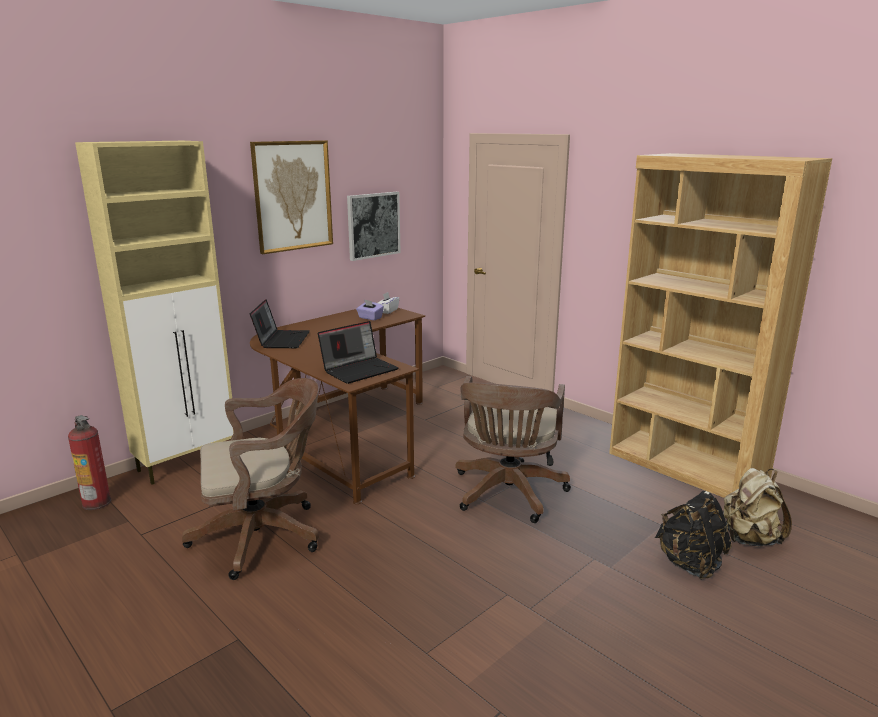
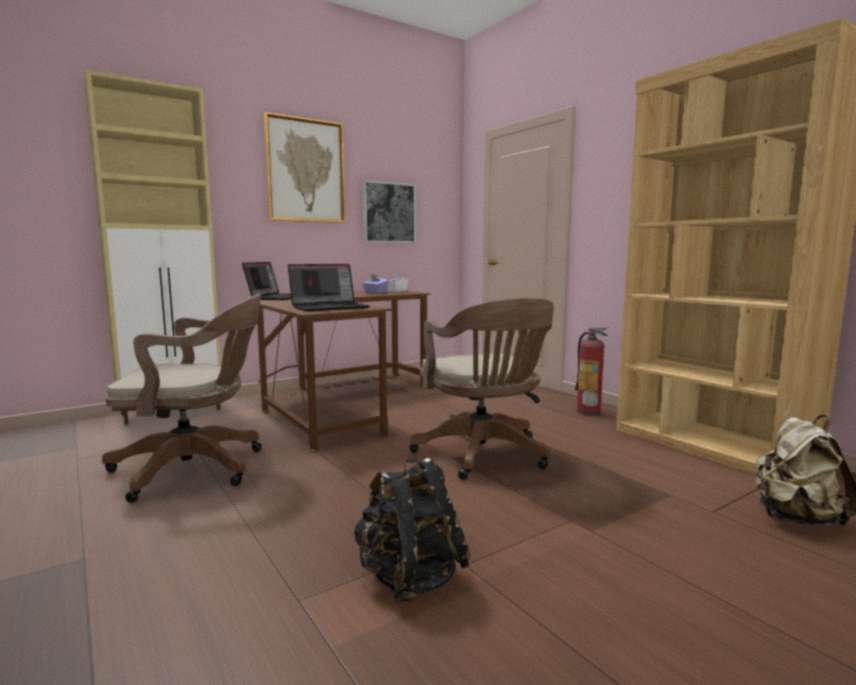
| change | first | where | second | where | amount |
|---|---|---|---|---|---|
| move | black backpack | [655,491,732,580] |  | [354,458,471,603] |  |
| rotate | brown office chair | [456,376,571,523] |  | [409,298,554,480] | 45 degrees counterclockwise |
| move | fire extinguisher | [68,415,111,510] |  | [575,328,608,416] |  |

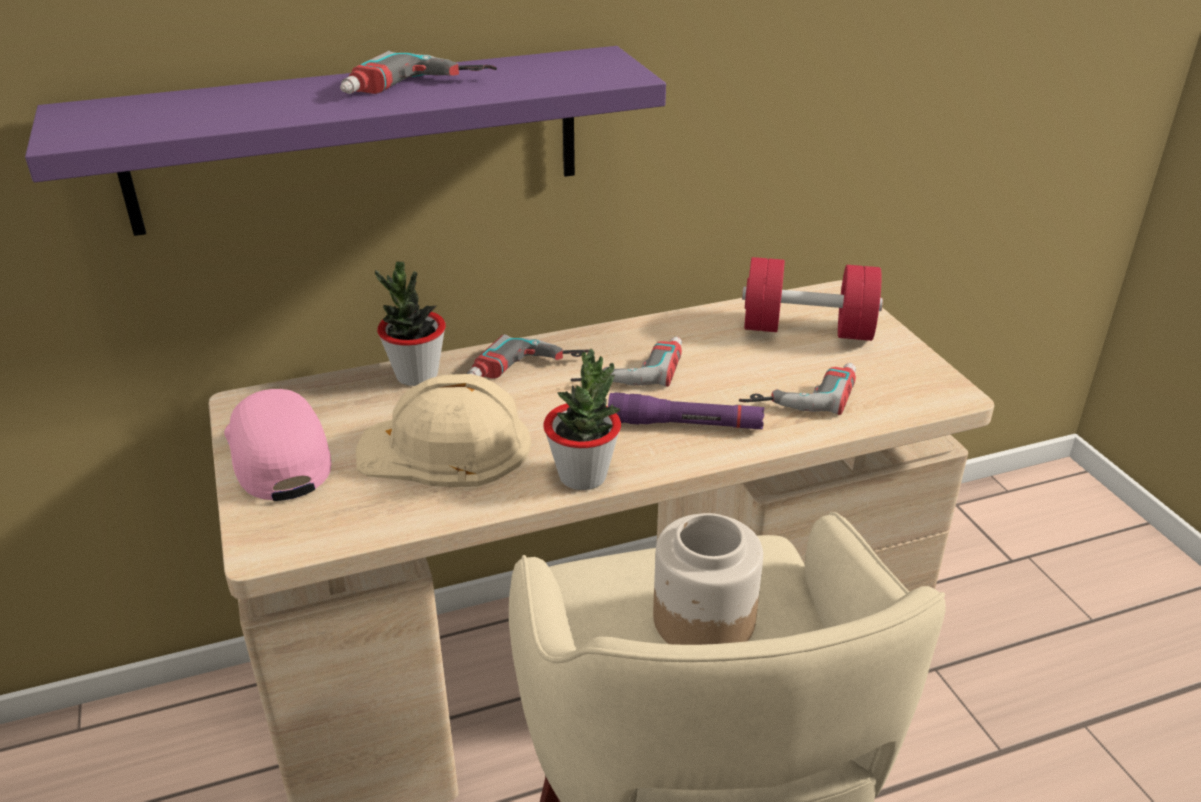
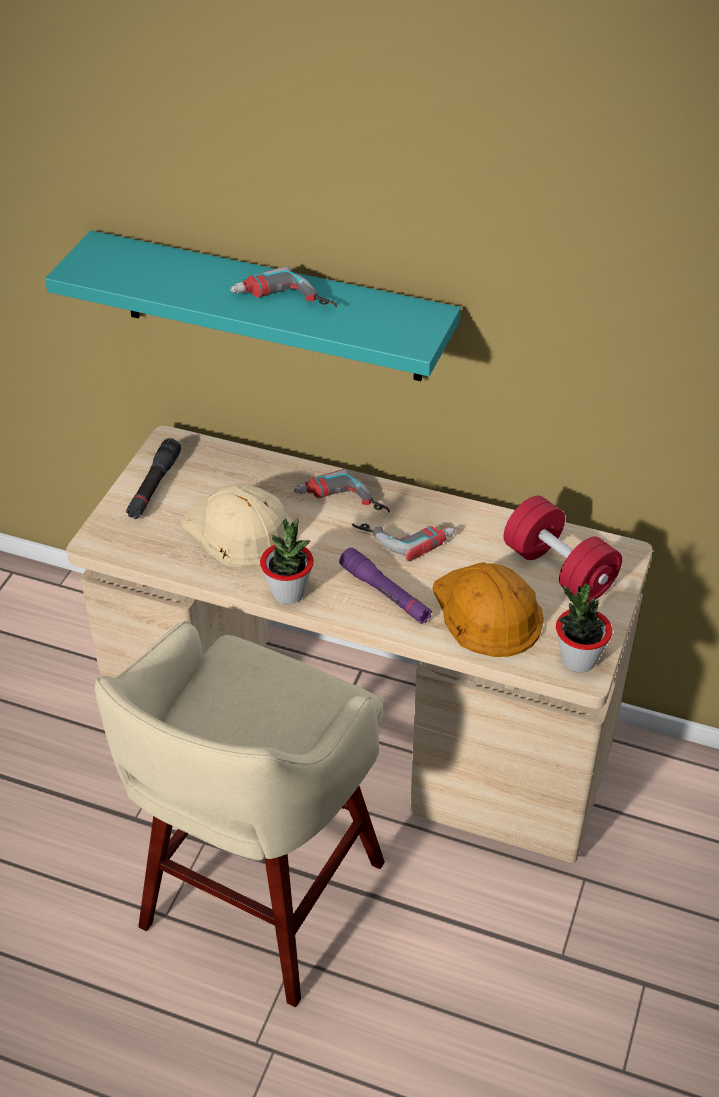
| change | first | where | second | where | amount |
|---|---|---|---|---|---|
| recolor | purple shelf | [25,46,666,236] | turquoise shelf | [45,230,461,381] |  |
| replace | pink cap | [224,389,331,501] | black flashlight | [126,438,181,519] |  |
| replace | power drill | [739,363,856,415] | orange hard hat | [432,562,544,657] |  |
| move | potted plant | [375,262,446,386] |  | [556,584,612,672] |  |
| delete | jar | [653,513,763,645] |  |  |  |

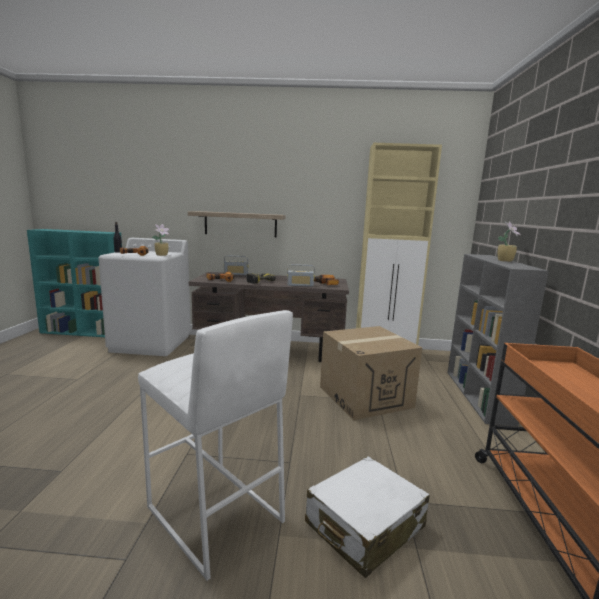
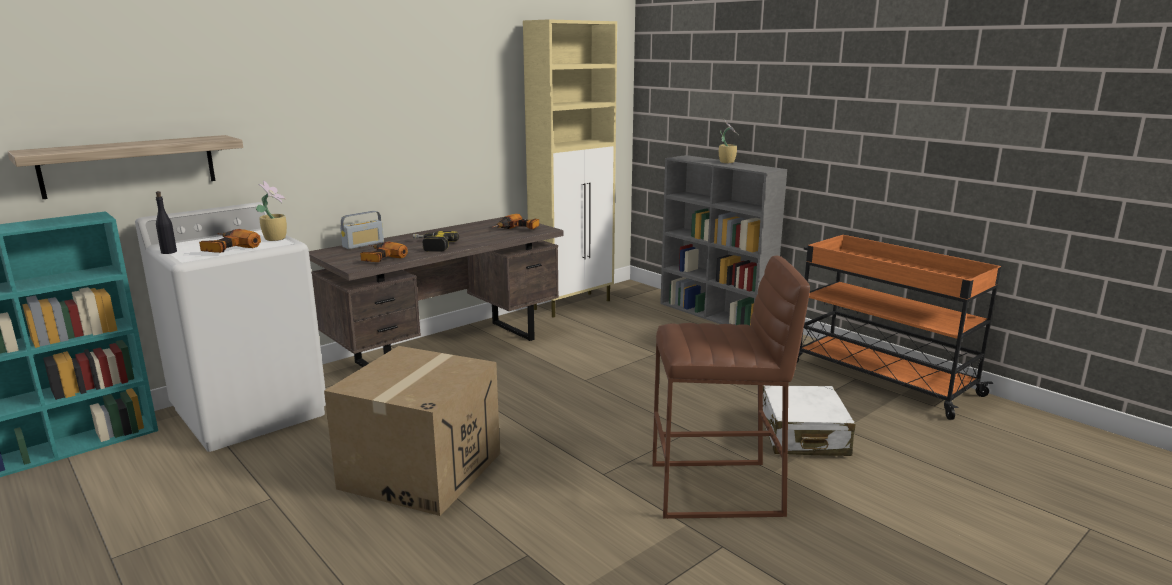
| change | first | where | second | where | amount |
|---|---|---|---|---|---|
| move | shelf | [188,211,285,237] |  | [7,135,243,199] |  |
| move | cardboard box | [320,326,422,420] |  | [324,346,500,516] |  |
| recolor | white stool | [138,310,293,581] | brown stool | [652,256,810,519] |  |
| delete | radio | [287,264,315,287] |  |  |  |

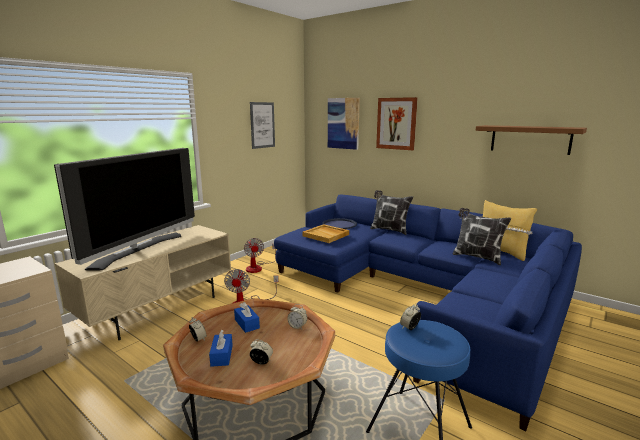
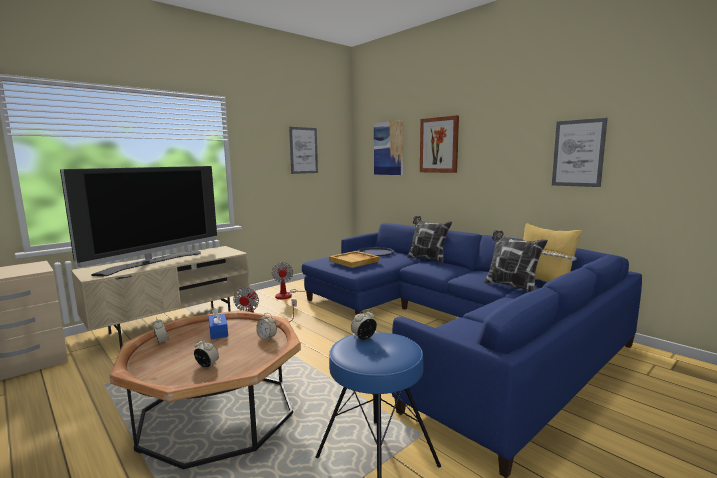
| change | first | where | second | where | amount |
|---|---|---|---|---|---|
| replace | brown shelf | [475,125,587,155] | picture | [552,118,608,187] |  |
| delete | blue tissue box | [209,330,233,367] |  |  |  |

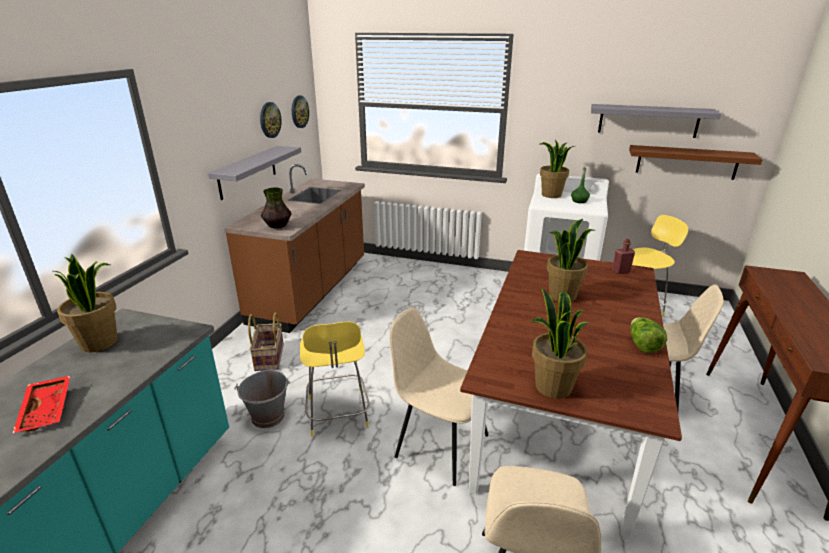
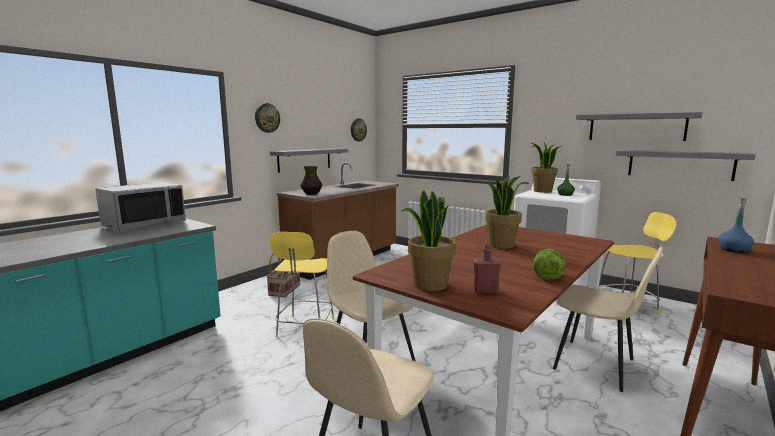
| change | first | where | second | where | amount |
|---|---|---|---|---|---|
| replace | potted plant | [54,254,118,352] | grey microwave | [95,182,186,232] |  |
| move | wall clock | [260,102,281,138] |  | [255,103,280,133] |  |
| move | red bottle | [612,239,635,274] |  | [474,243,501,294] |  |
| recolor | brown shelf | [629,145,763,180] | grey shelf | [616,150,756,181] |  |
| insert |  |  | blue bottle | [718,198,754,253] |  |
| delete | red tray | [13,376,70,433] |  |  |  |
| delete | grey bucket | [234,369,290,428] |  |  |  |

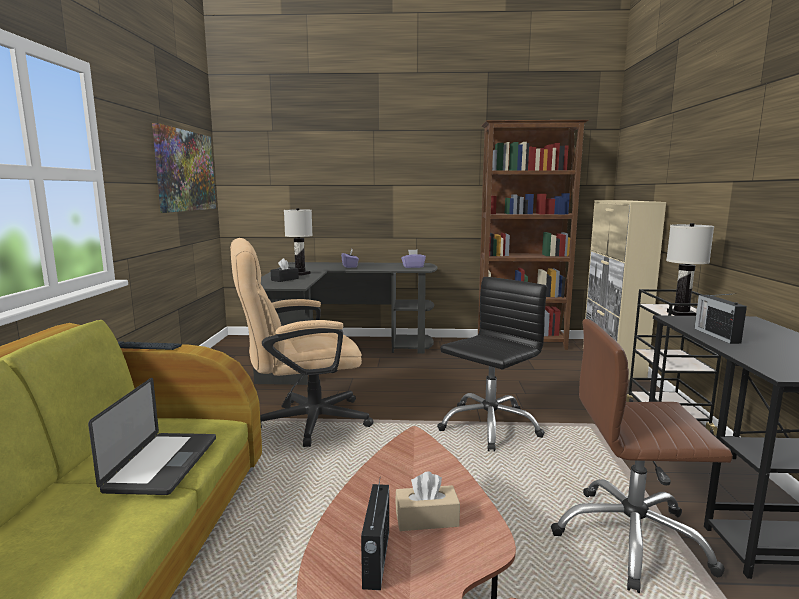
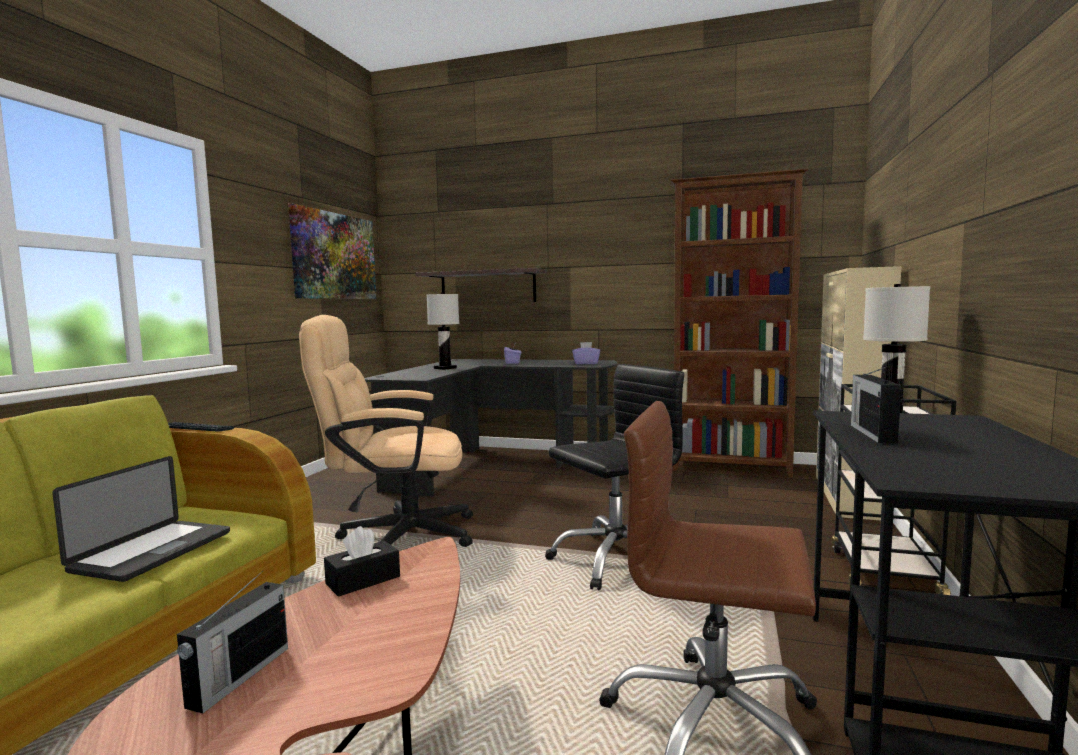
| change | first | where | second | where | amount |
|---|---|---|---|---|---|
| move | black tissue box | [271,258,299,282] |  | [324,526,400,597] |  |
| insert |  |  | shelf | [415,268,547,302] |  |
| delete | beige tissue box | [395,471,460,531] |  |  |  |

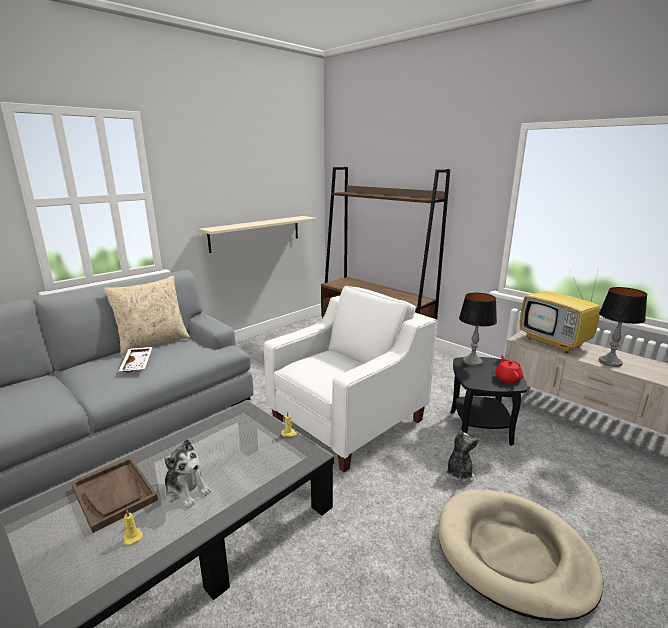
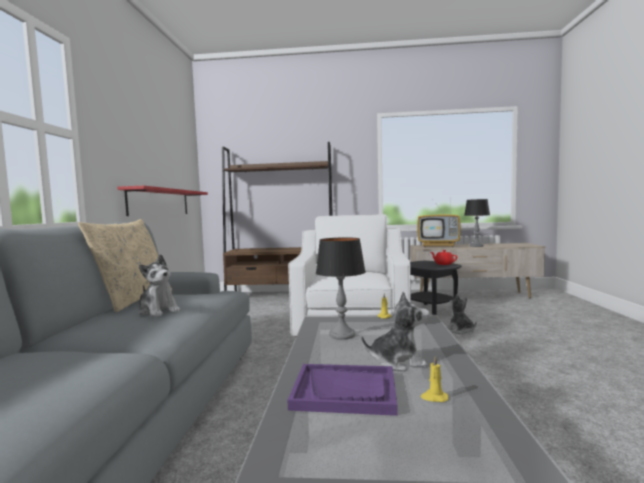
| change | first | where | second | where | amount |
|---|---|---|---|---|---|
| recolor | beige shelf | [198,216,316,253] | red shelf | [117,186,208,216] |  |
| replace | white tray | [119,347,152,373] | plush toy | [138,254,180,317] |  |
| recolor | brown tray | [71,457,158,533] | purple tray | [287,364,398,416] |  |
| move | table lamp | [459,293,497,366] |  | [316,237,366,340] |  |
| delete | beige dog bed | [438,489,604,621] |  |  |  |

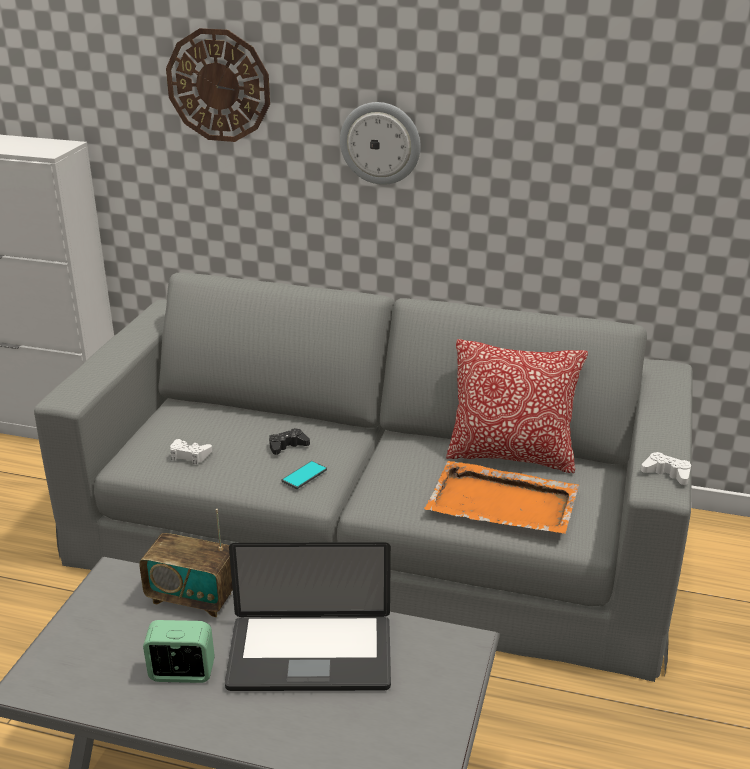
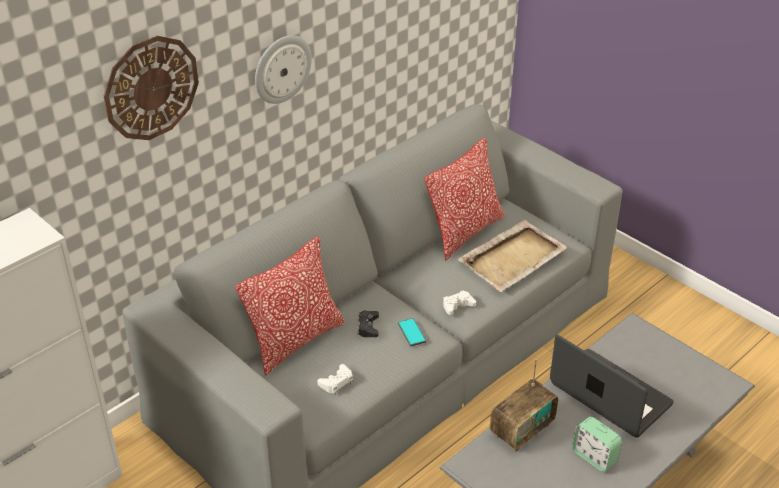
| change | first | where | second | where | amount |
|---|---|---|---|---|---|
| insert |  |  | pillow | [235,236,345,376] |  |
| move | white game controller | [641,452,691,485] |  | [443,290,476,315] |  |
| recolor | orange tray | [424,461,579,534] | beige tray | [458,220,568,292] |  |
| rotate | laptop | [225,542,391,691] |  | [550,335,673,438] | 75 degrees counterclockwise |
| rotate | alarm clock | [143,620,215,683] |  | [572,417,622,472] | 75 degrees counterclockwise |

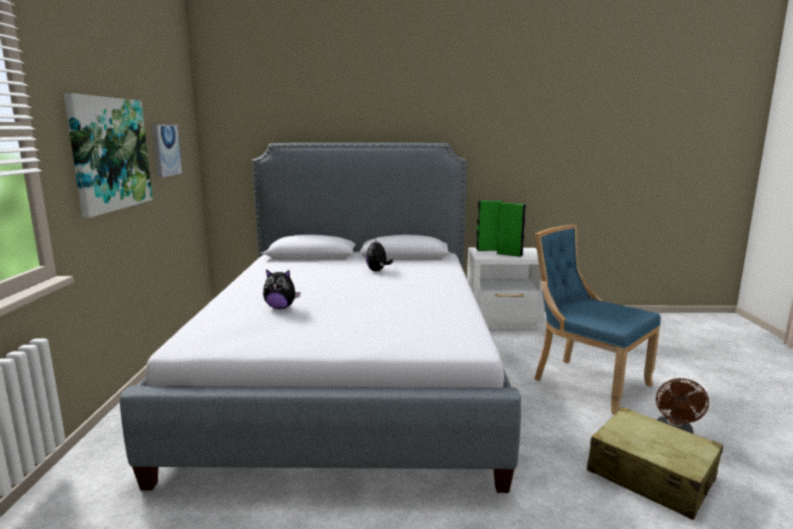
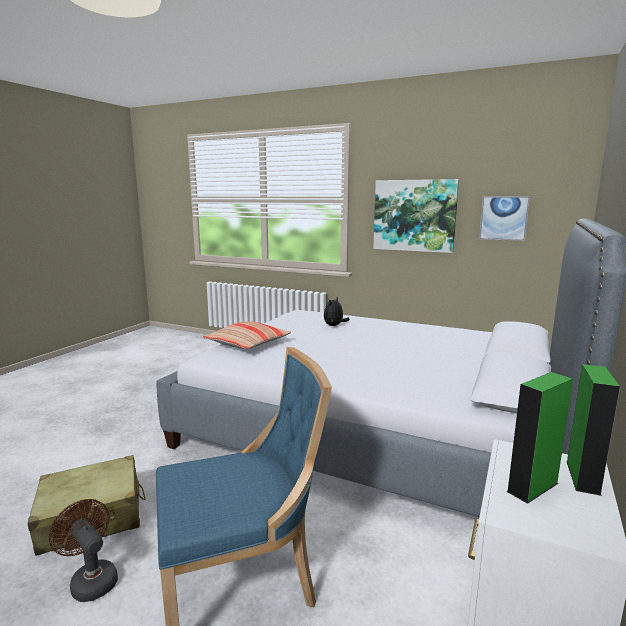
| change | first | where | second | where | amount |
|---|---|---|---|---|---|
| insert |  |  | pillow | [203,321,291,349] |  |
| delete | plush toy | [366,238,393,271] |  |  |  |

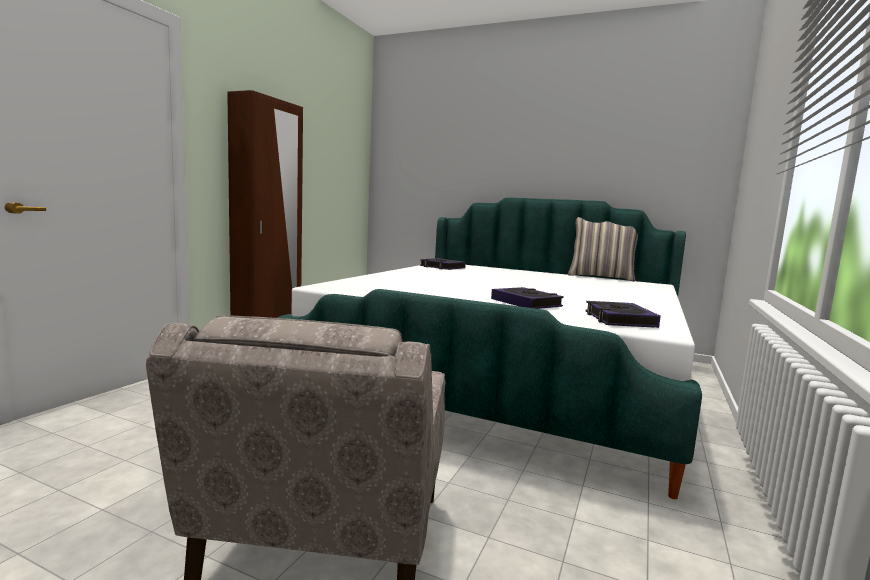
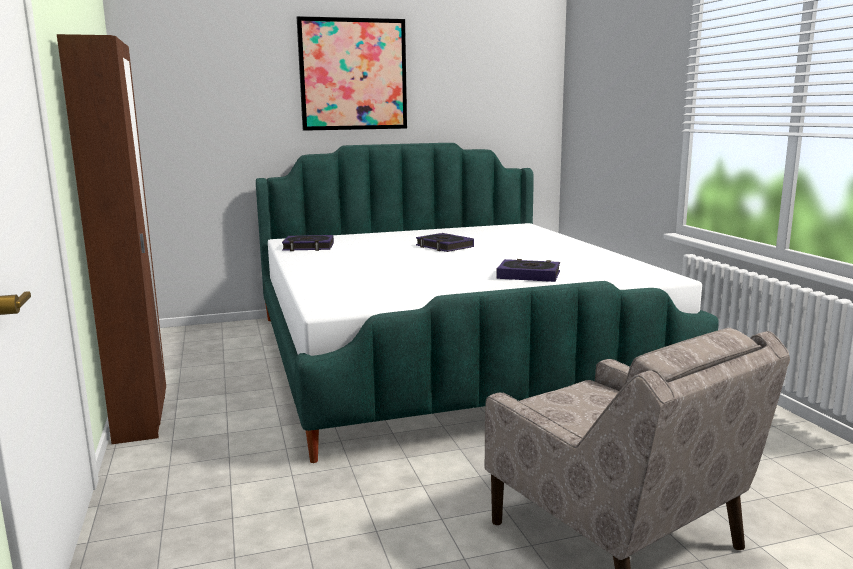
| change | first | where | second | where | amount |
|---|---|---|---|---|---|
| insert |  |  | picture | [297,16,407,131] |  |
| move | book | [585,301,661,328] |  | [416,233,474,252] |  |
| delete | pillow | [568,217,638,281] |  |  |  |

